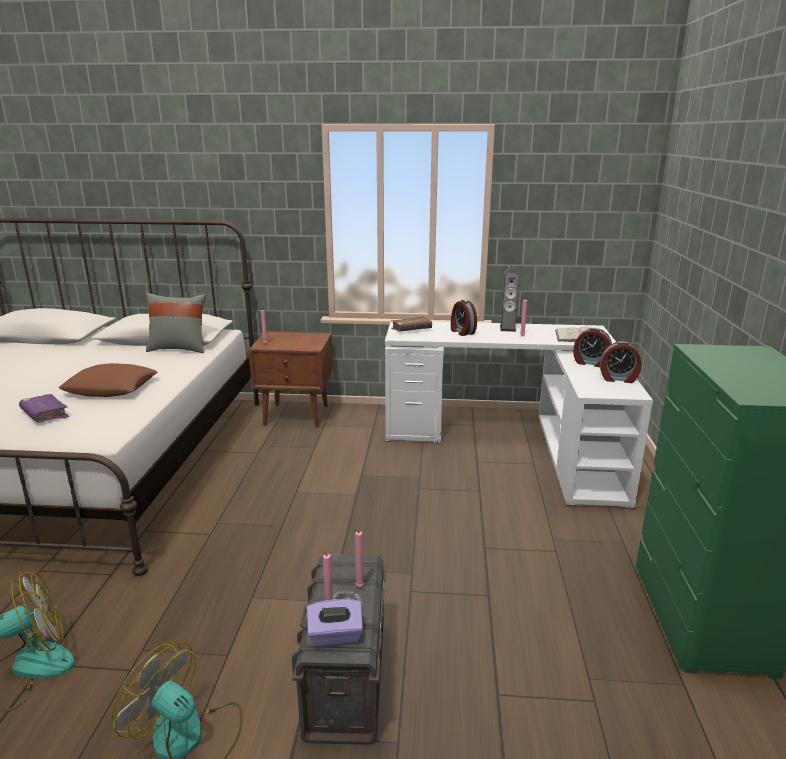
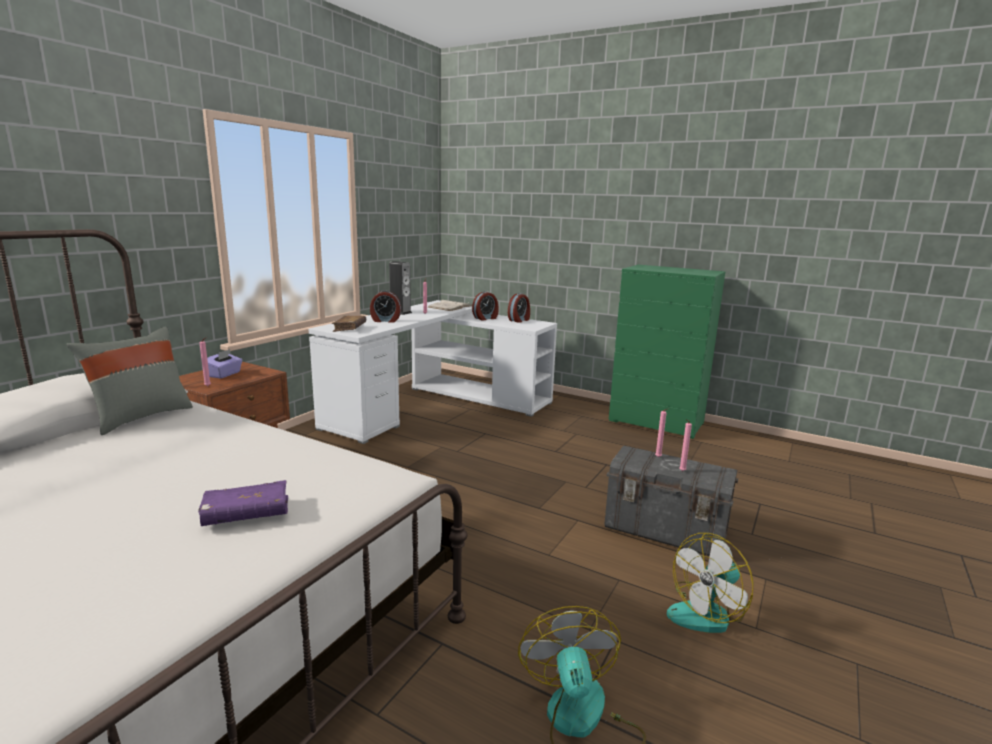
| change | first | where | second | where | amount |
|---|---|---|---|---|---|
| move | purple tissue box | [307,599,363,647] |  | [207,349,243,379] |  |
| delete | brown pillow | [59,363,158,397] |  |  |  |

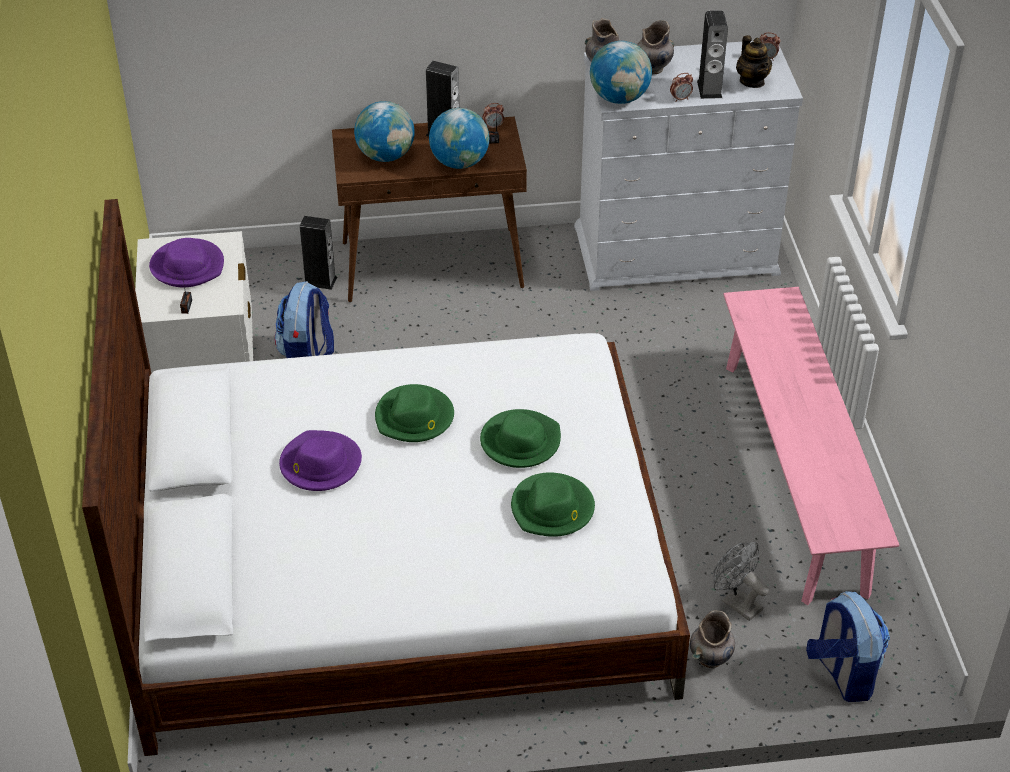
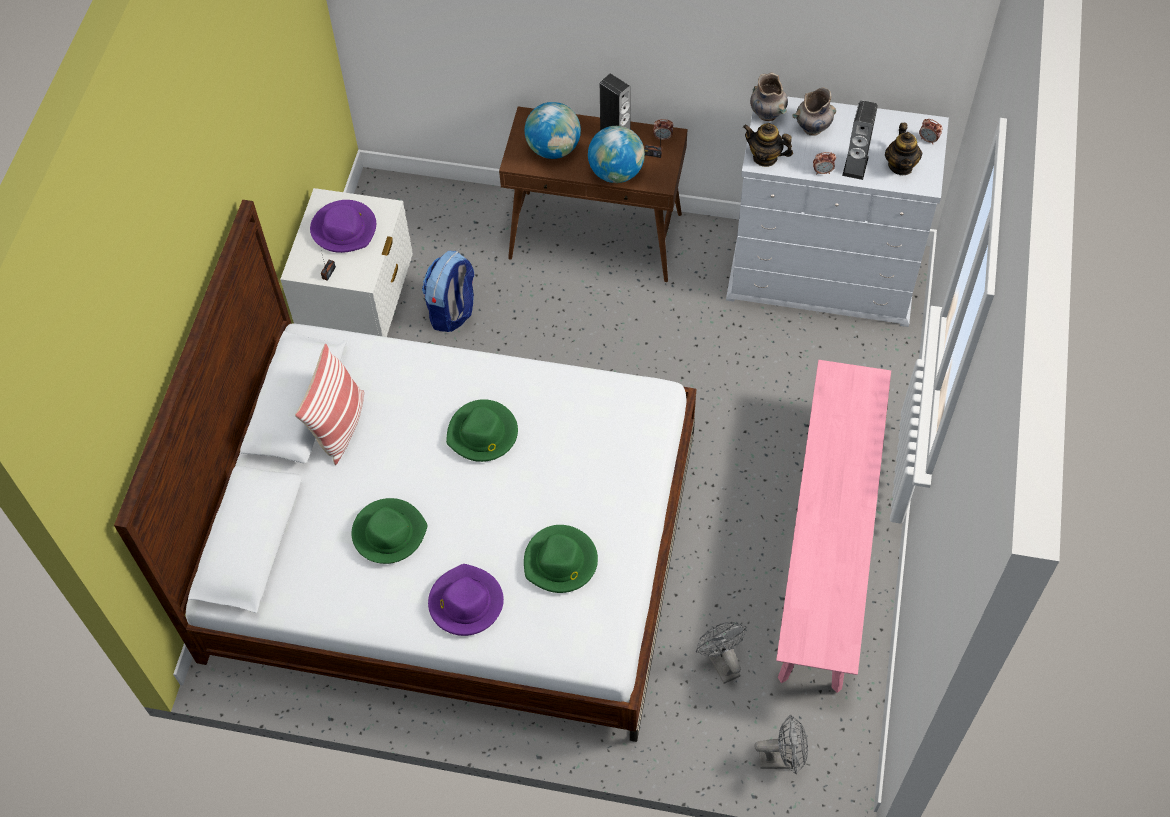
| change | first | where | second | where | amount |
|---|---|---|---|---|---|
| insert |  |  | pillow | [295,344,364,465] |  |
| move | green hat | [480,409,561,468] |  | [351,498,428,564] |  |
| move | purple hat | [279,430,362,491] |  | [428,564,504,636] |  |
| replace | globe | [590,41,652,104] | teapot | [743,123,793,167] |  |
| replace | backpack | [806,591,890,702] | grey fan | [754,715,808,774] |  |
| delete | speaker | [300,216,337,290] |  |  |  |
| delete | grey vase | [690,611,735,668] |  |  |  |

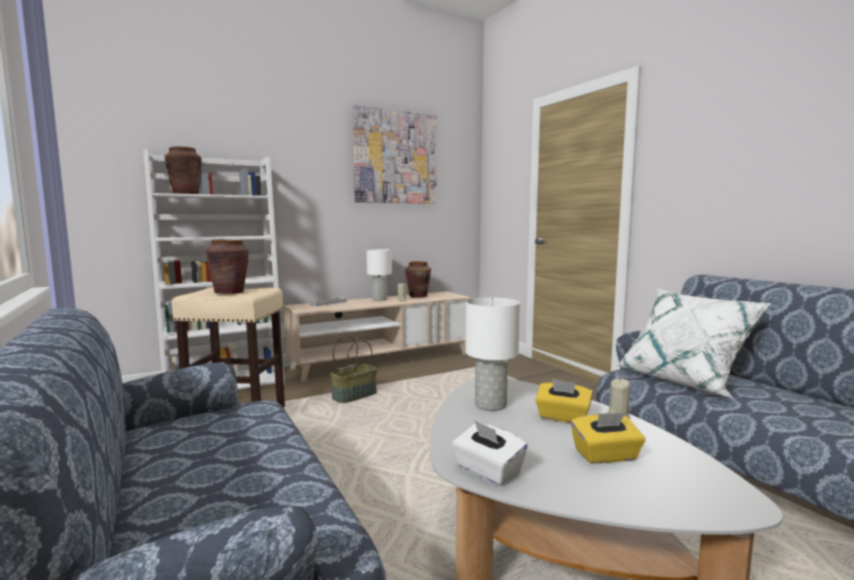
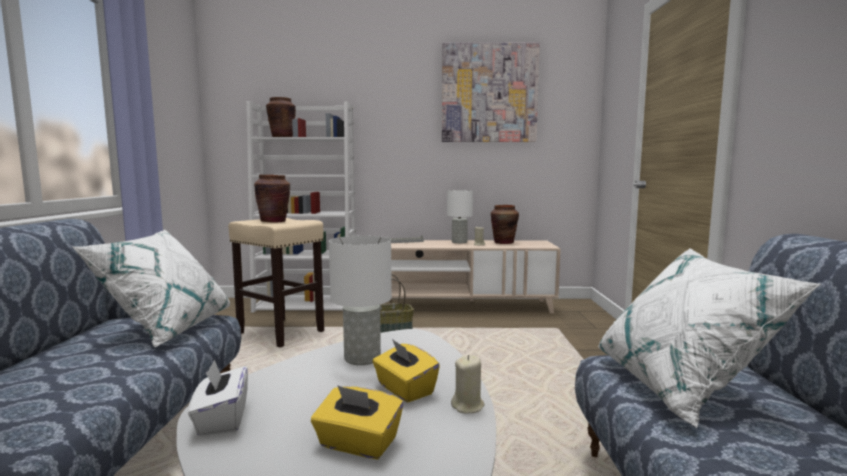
| change | first | where | second | where | amount |
|---|---|---|---|---|---|
| insert |  |  | white pillow | [72,230,230,347] |  |

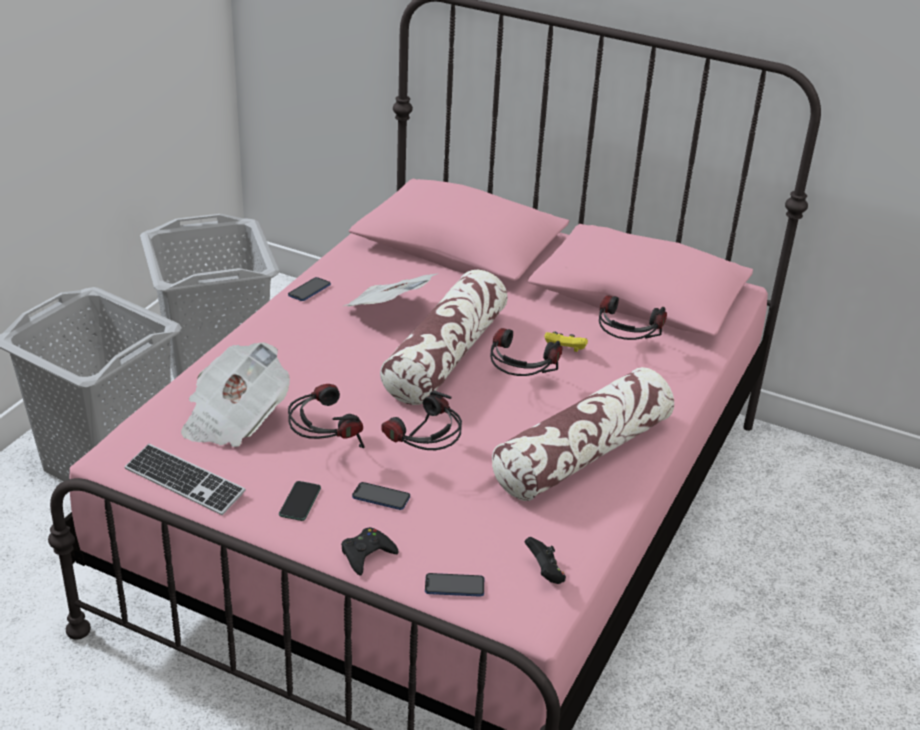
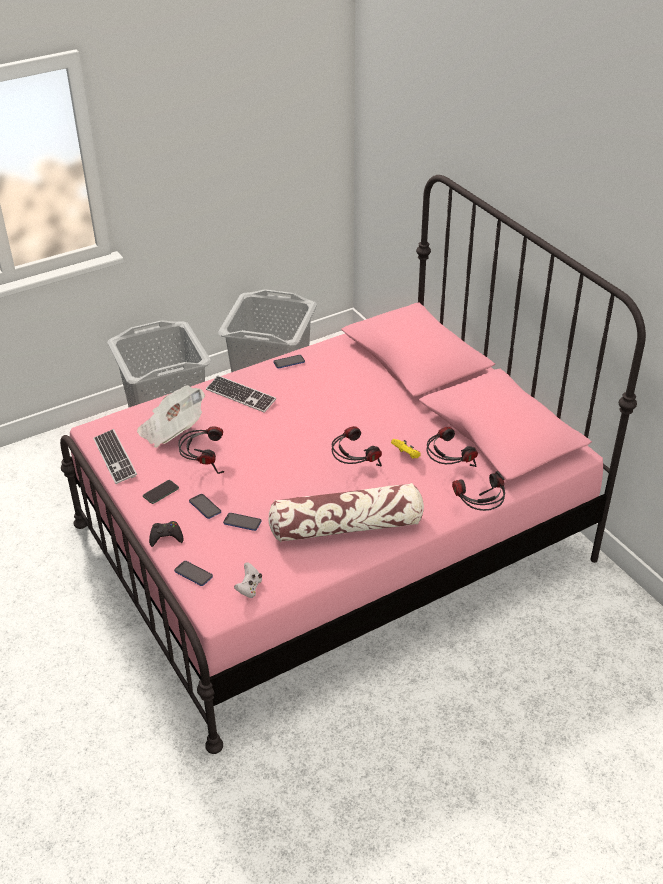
| change | first | where | second | where | amount |
|---|---|---|---|---|---|
| insert |  |  | keyboard | [206,376,276,413] |  |
| insert |  |  | phone | [223,513,261,531] |  |
| recolor | black game controller | [524,537,566,584] | white game controller | [234,562,262,598] |  |
| move | headphones | [381,390,462,450] |  | [452,471,505,511] |  |
| delete | newspaper | [344,274,437,307] |  |  |  |
| delete | pillow | [380,270,508,405] |  |  |  |

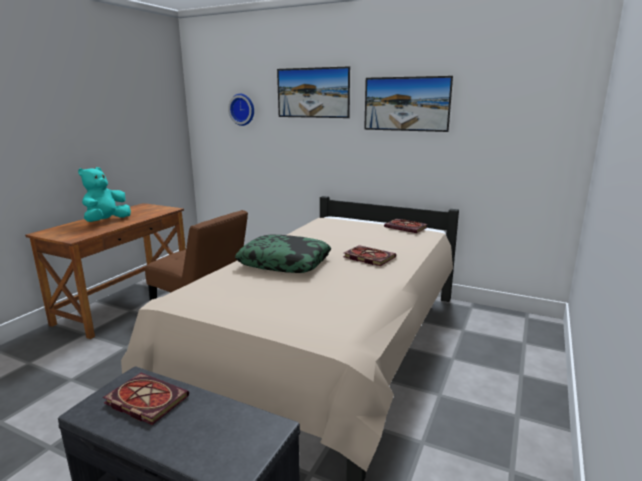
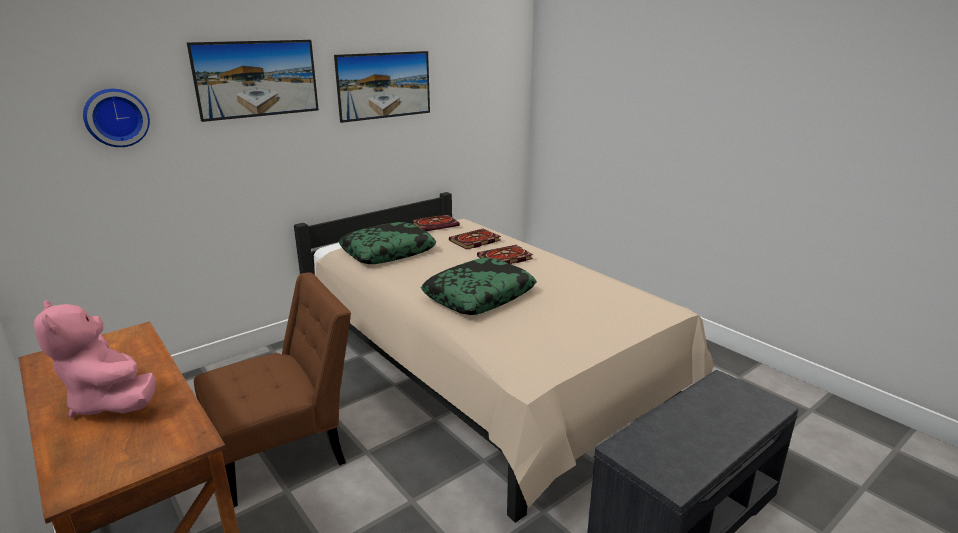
| change | first | where | second | where | amount |
|---|---|---|---|---|---|
| recolor | turquoise plush toy | [78,167,131,222] | pink plush toy | [34,300,156,418] |  |
| insert |  |  | pillow | [339,222,436,264] |  |
| move | book | [103,373,189,425] |  | [449,229,501,250] |  |

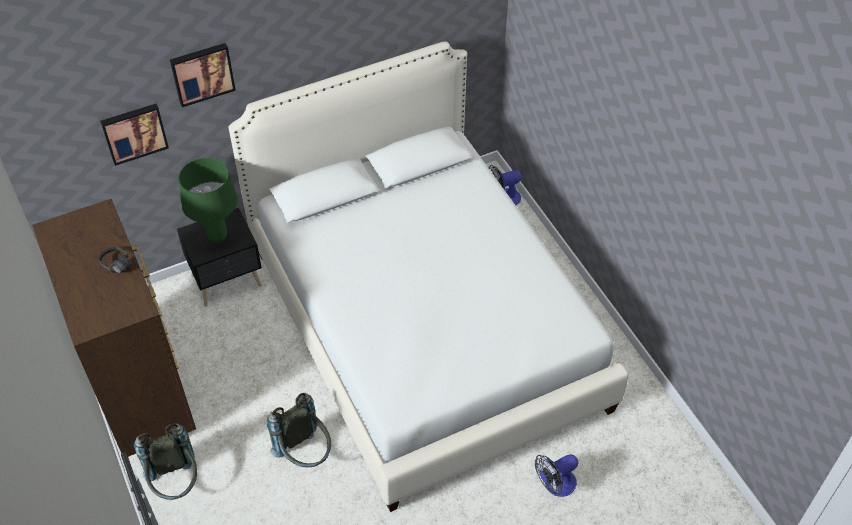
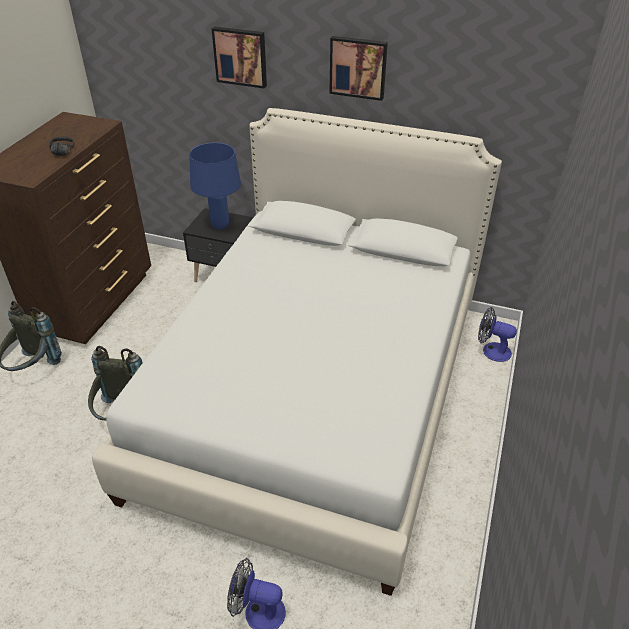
| change | first | where | second | where | amount |
|---|---|---|---|---|---|
| recolor | green table lamp | [178,158,238,243] | blue table lamp | [189,143,241,229] |  |
| move | picture | [100,104,169,166] |  | [330,36,388,101] |  |

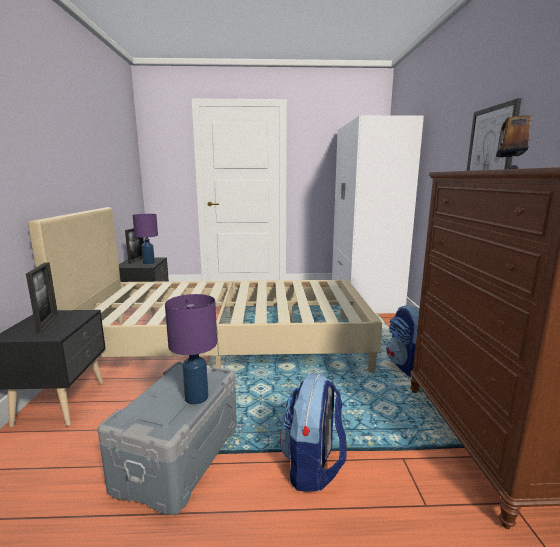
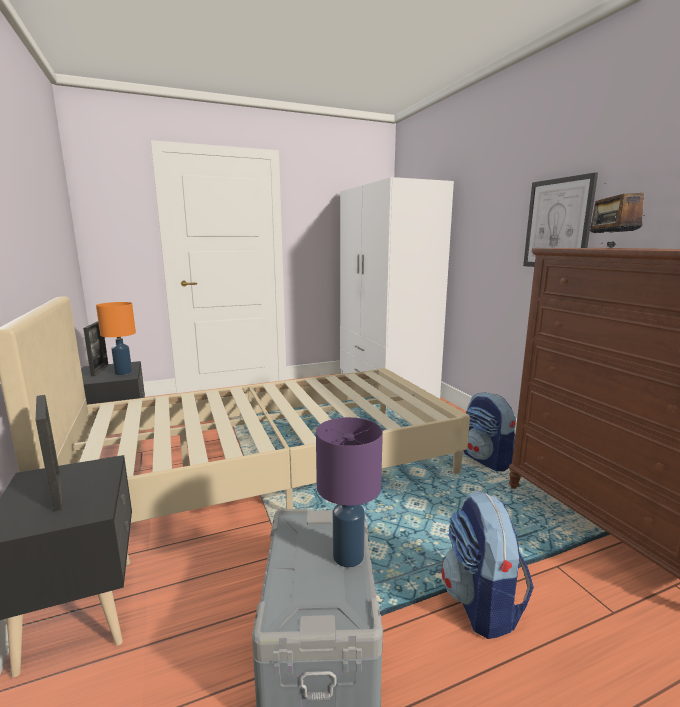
| change | first | where | second | where | amount |
|---|---|---|---|---|---|
| recolor | purple table lamp | [133,214,158,265] | orange table lamp | [96,302,136,375] |  |

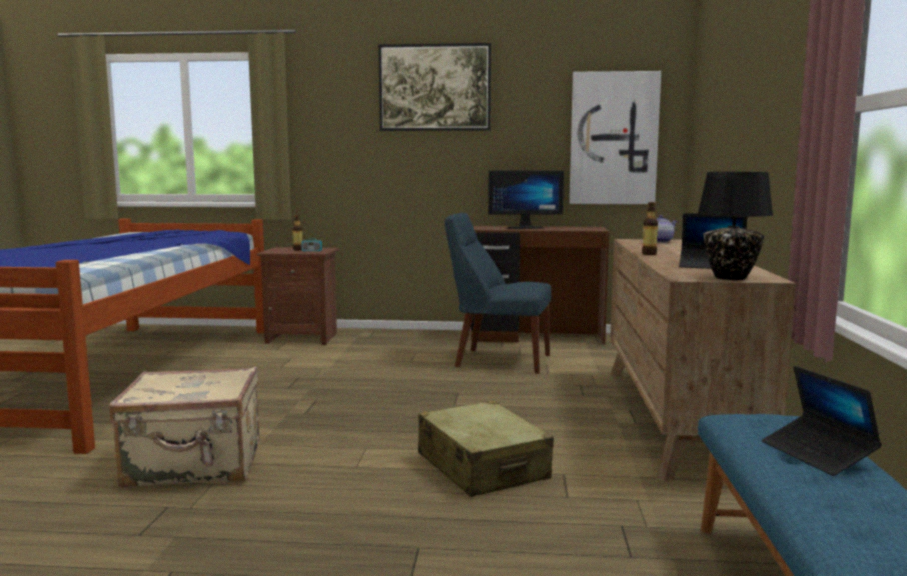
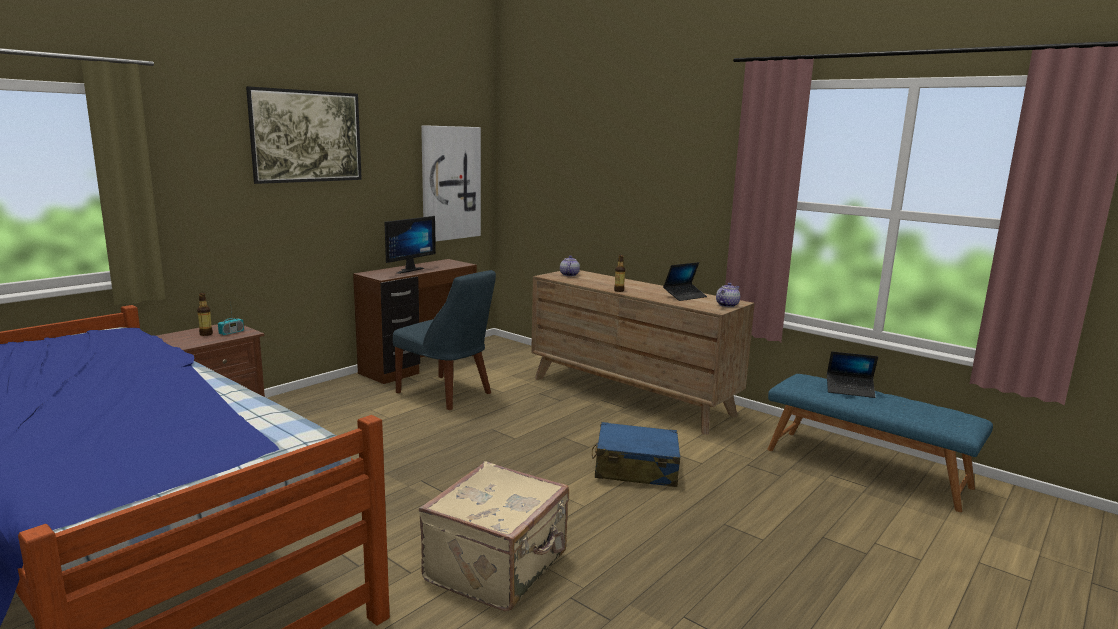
| change | first | where | second | where | amount |
|---|---|---|---|---|---|
| rotate | blue chair | [445,213,551,374] |  | [393,270,496,410] | 105 degrees counterclockwise |
| recolor | beige suitcase | [418,400,554,497] | blue suitcase | [592,422,680,487] |  |
| replace | black table lamp | [698,172,773,280] | teapot | [716,283,740,307] |  |

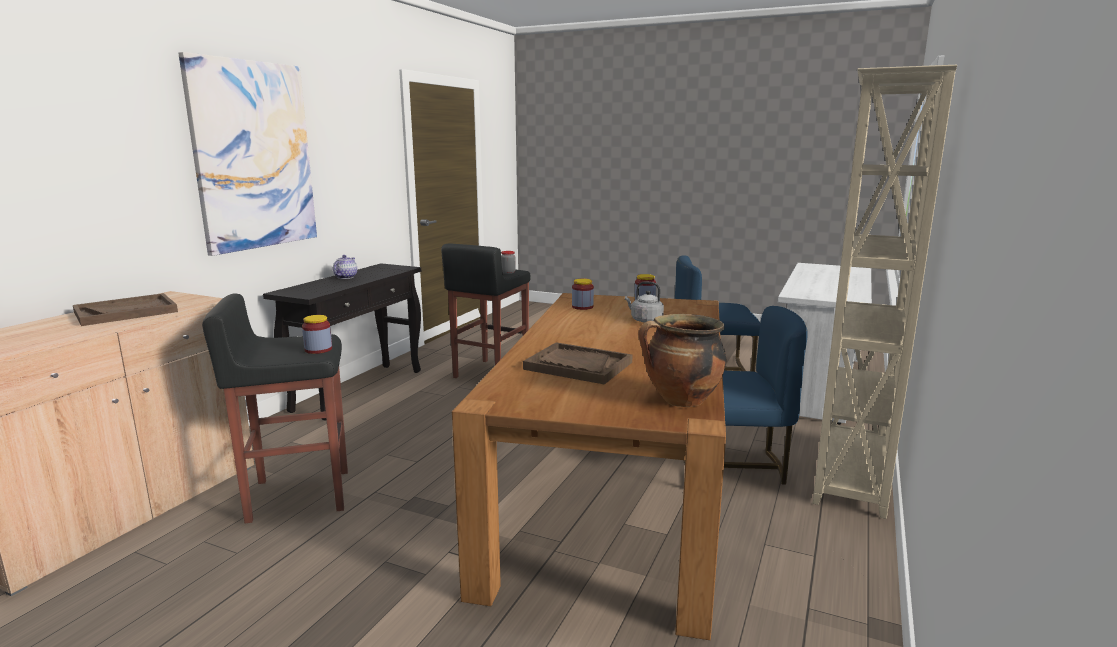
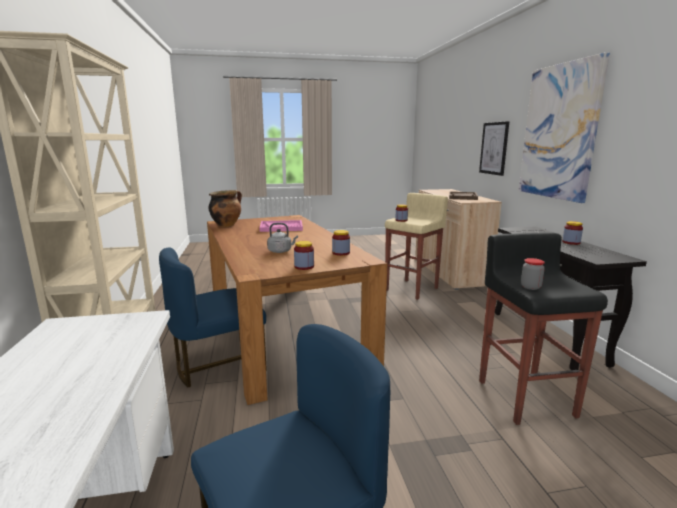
| change | first | where | second | where | amount |
|---|---|---|---|---|---|
| recolor | brown tray | [523,342,632,384] | pink tray | [259,220,303,232] |  |
| recolor | black stool | [202,293,348,523] | beige stool | [385,193,448,300] |  |
| insert |  |  | picture | [479,121,509,176] |  |
| replace | teapot | [333,255,357,279] | jar | [562,221,583,245] |  |

